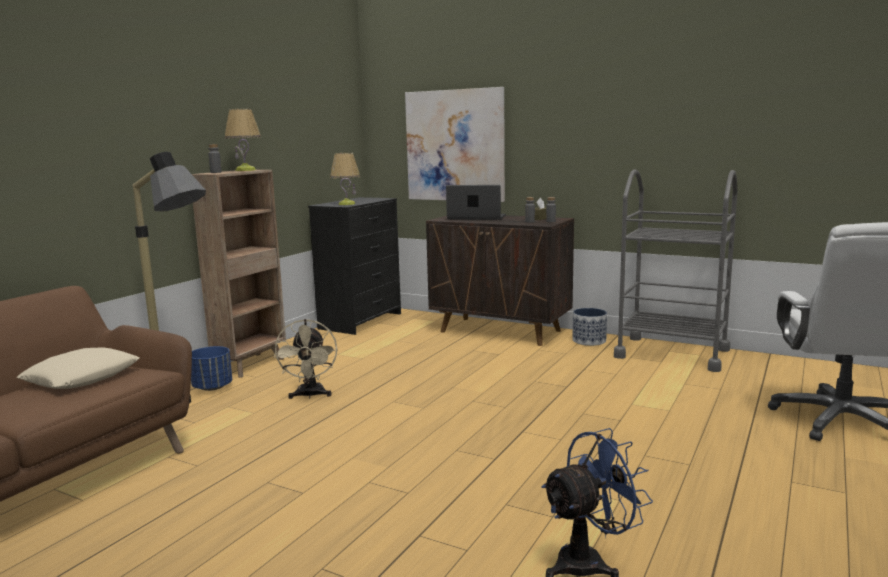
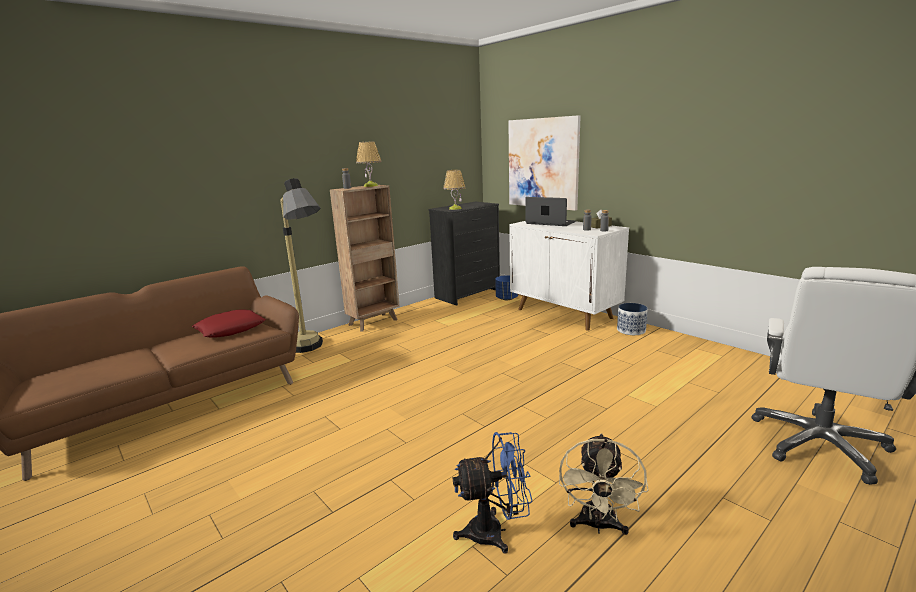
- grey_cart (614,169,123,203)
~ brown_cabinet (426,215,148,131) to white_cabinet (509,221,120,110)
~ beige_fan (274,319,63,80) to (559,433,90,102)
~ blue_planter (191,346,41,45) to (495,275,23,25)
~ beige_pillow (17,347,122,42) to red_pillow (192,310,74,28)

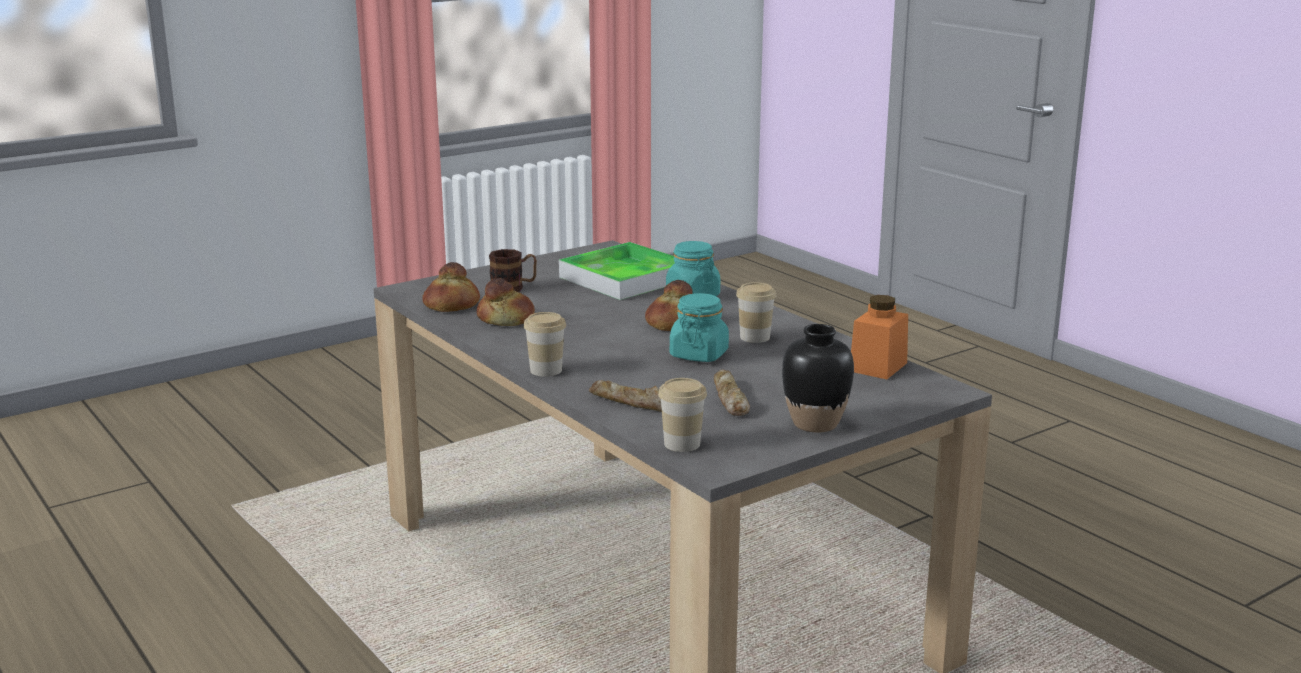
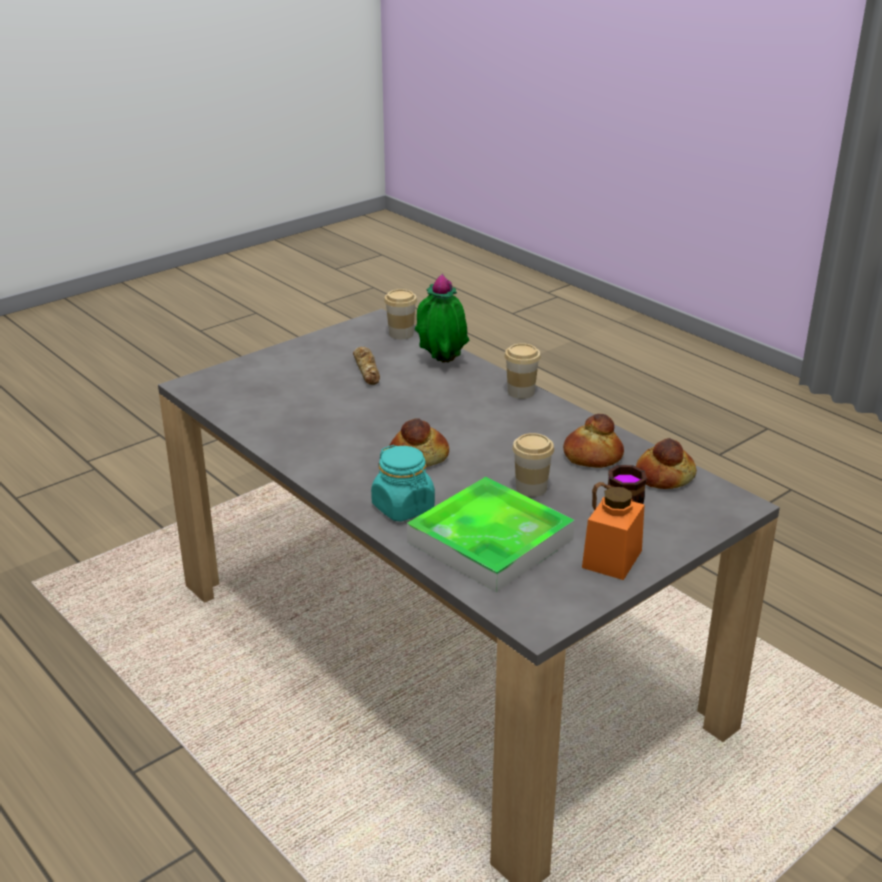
~ cup (736,282,40,61) to (512,433,42,64)
- turquoise_jar (670,293,59,69)
~ orange_jar (851,295,57,84) to (582,487,63,93)
- black_vase (782,324,72,109)
~ bread (589,380,73,32) to potted_plant (415,273,54,90)

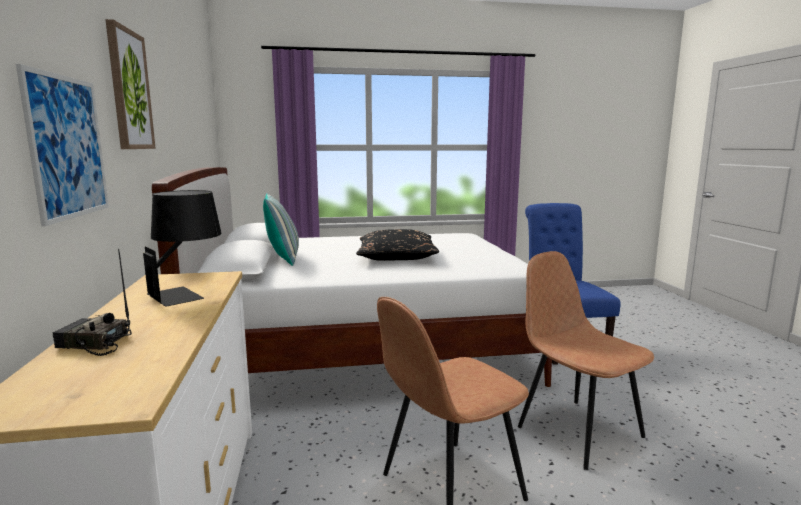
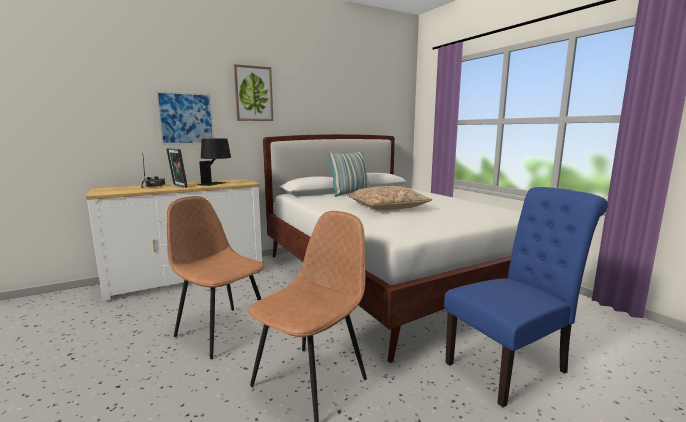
~ black_pillow (356,229,83,32) to beige_pillow (347,186,85,24)
+ picture_frame (166,148,22,40)

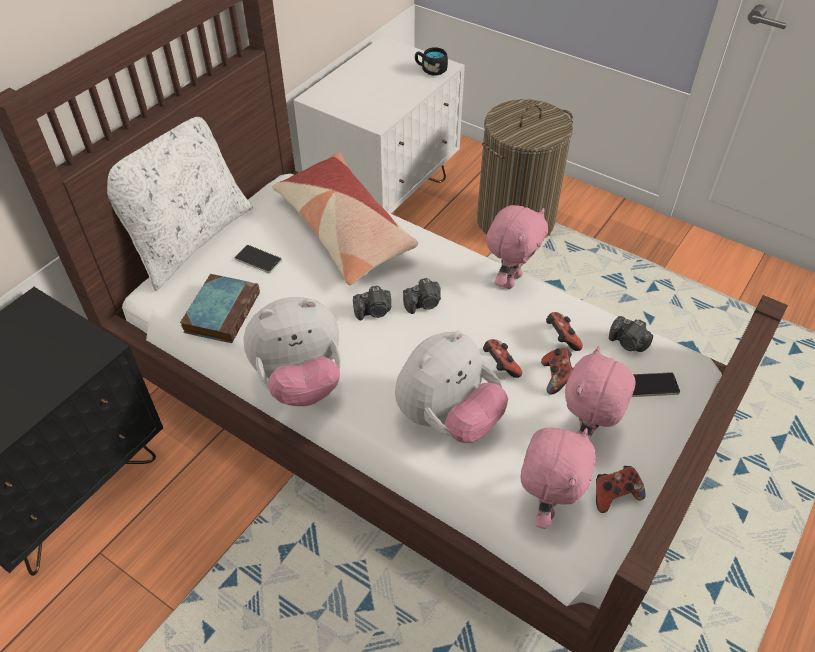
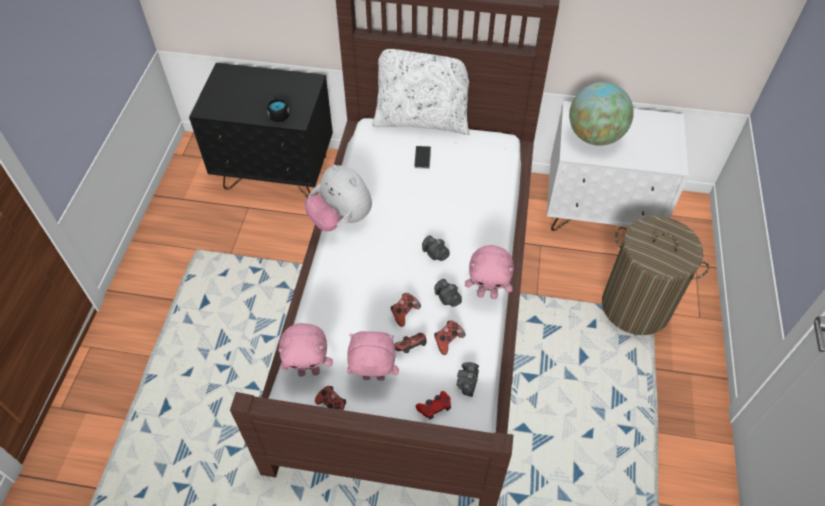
~ black_mug (415,47,33,28) to (267,95,22,27)
- pillow (272,152,146,133)
- book (180,274,80,69)
~ photo_camera (353,286,38,34) to (434,279,28,28)
- plush_toy (395,331,113,112)
~ phone (632,372,48,25) to red_game_controller (416,391,35,29)
+ globe (569,82,65,64)

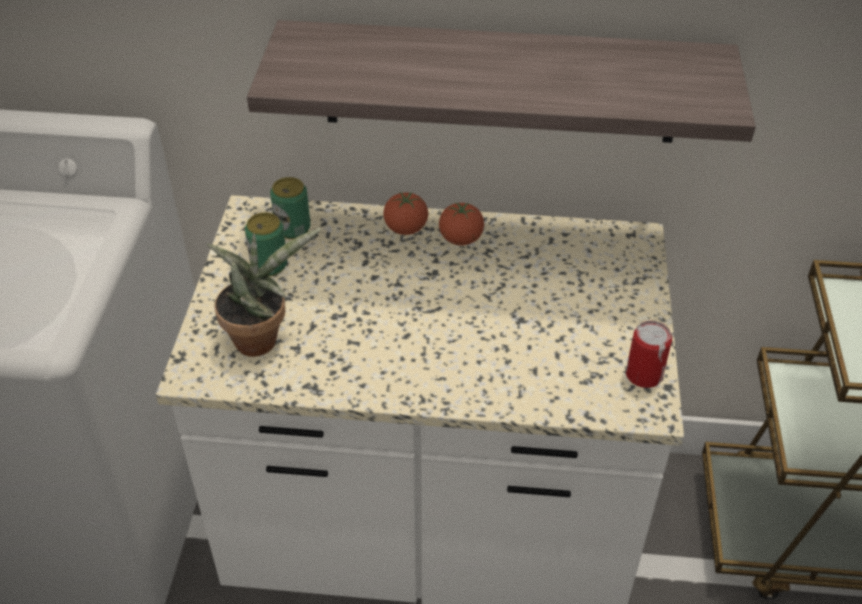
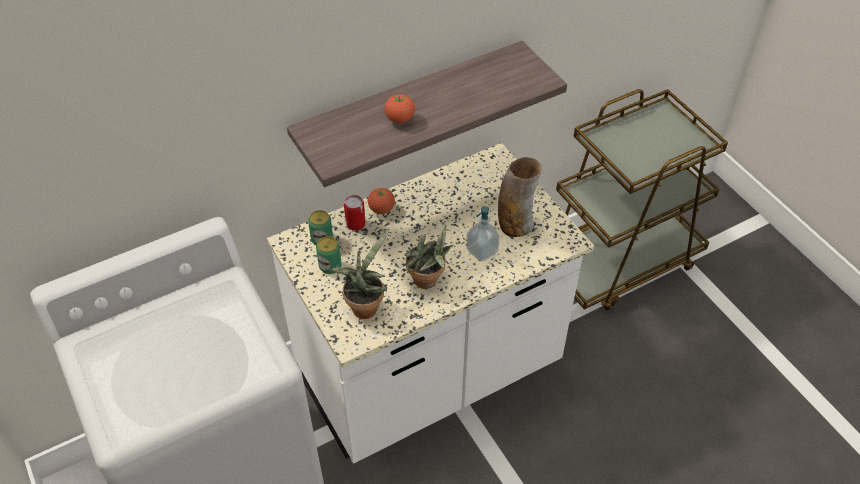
~ tomato (439,203,45,43) to (385,94,30,29)
~ can (626,321,46,67) to (344,195,22,36)
+ vase (498,157,44,80)
+ soap_dispenser (466,206,34,55)
+ potted_plant (404,224,49,65)

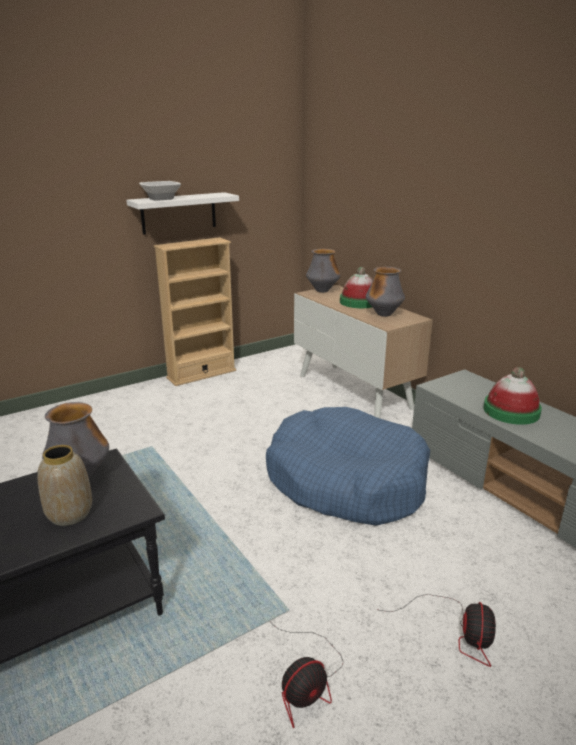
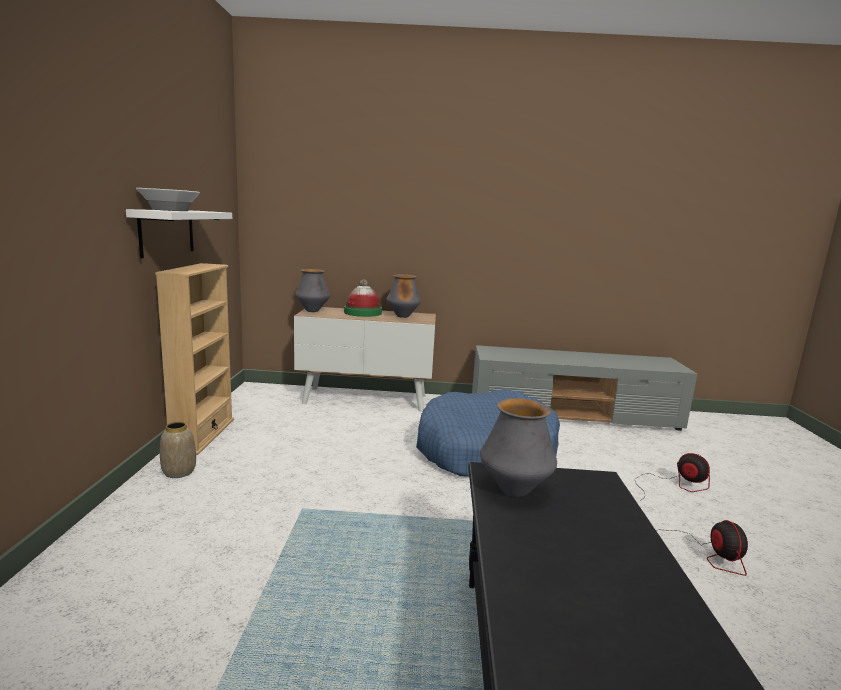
- hat (483,367,59,58)
~ vase (38,445,54,81) to (160,422,36,56)

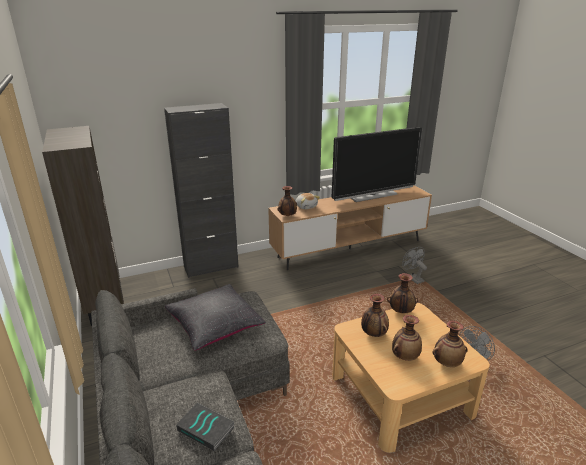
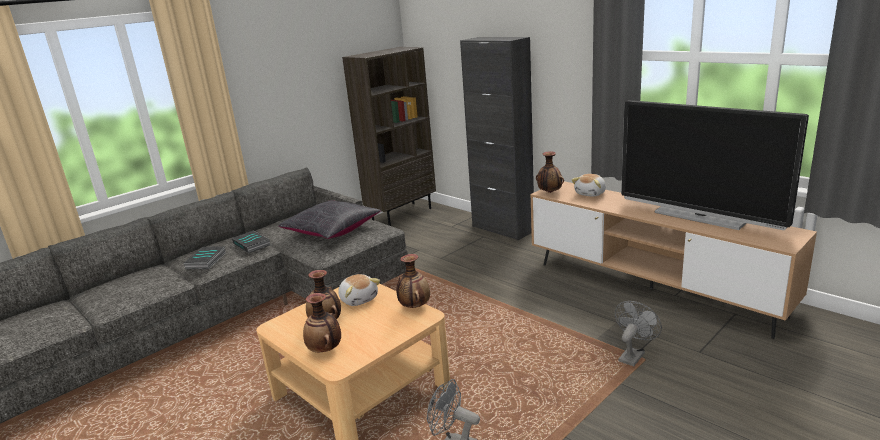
~ vase (361,294,28,43) to plush_toy (338,274,42,32)
+ book (232,230,38,23)

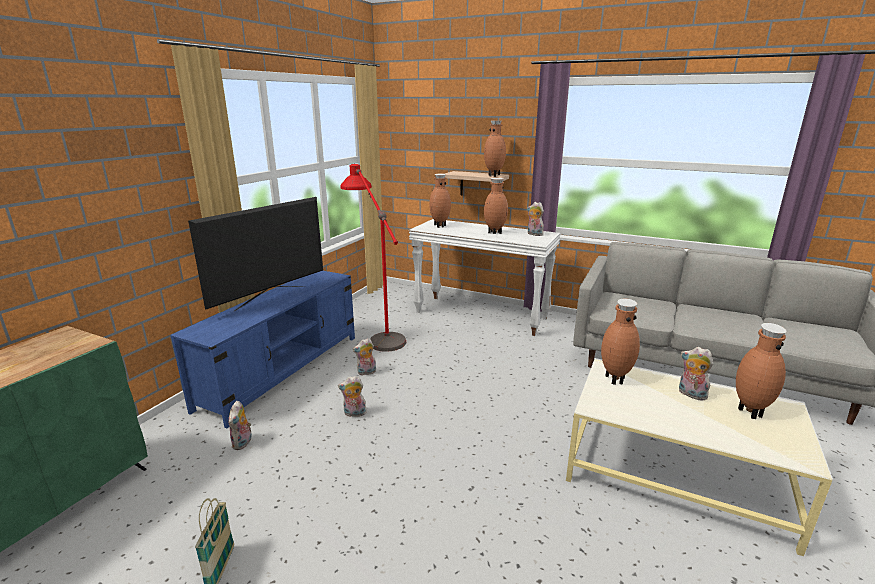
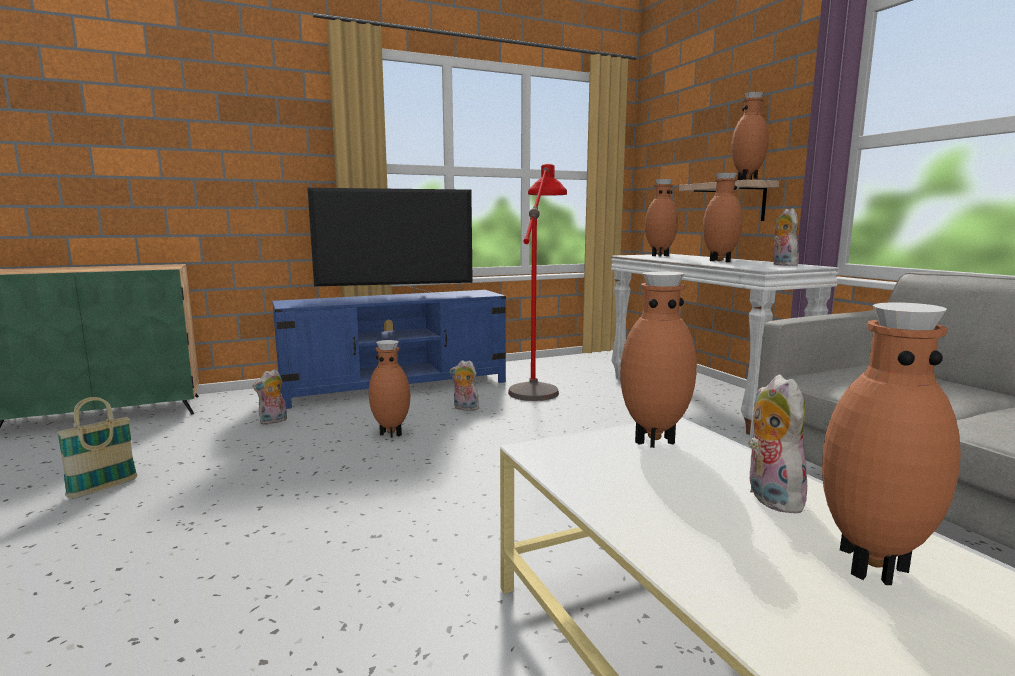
~ plush_toy (338,376,29,41) to brown_vase (369,340,41,98)

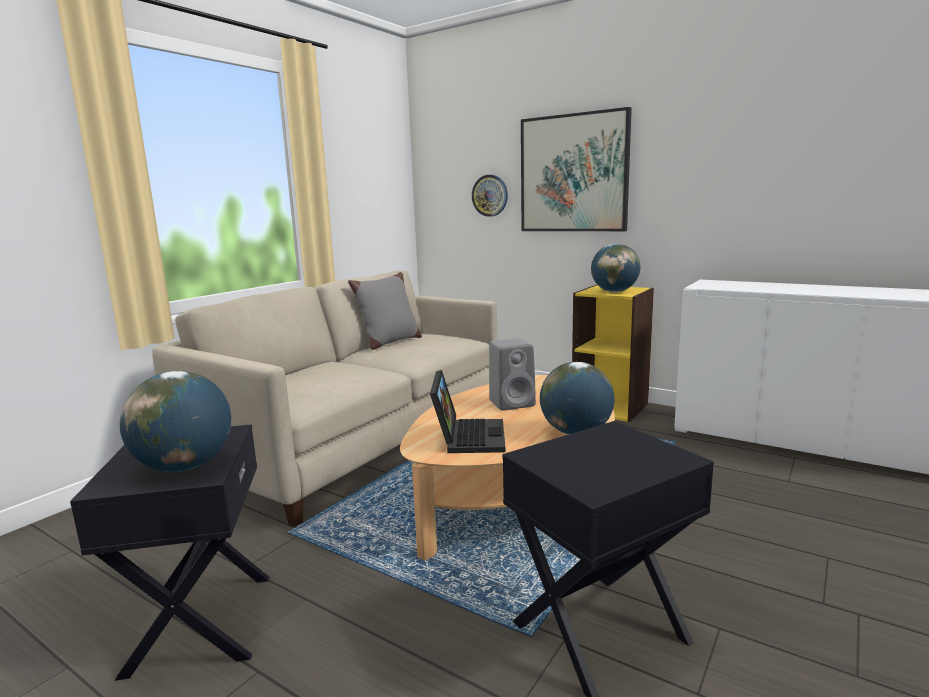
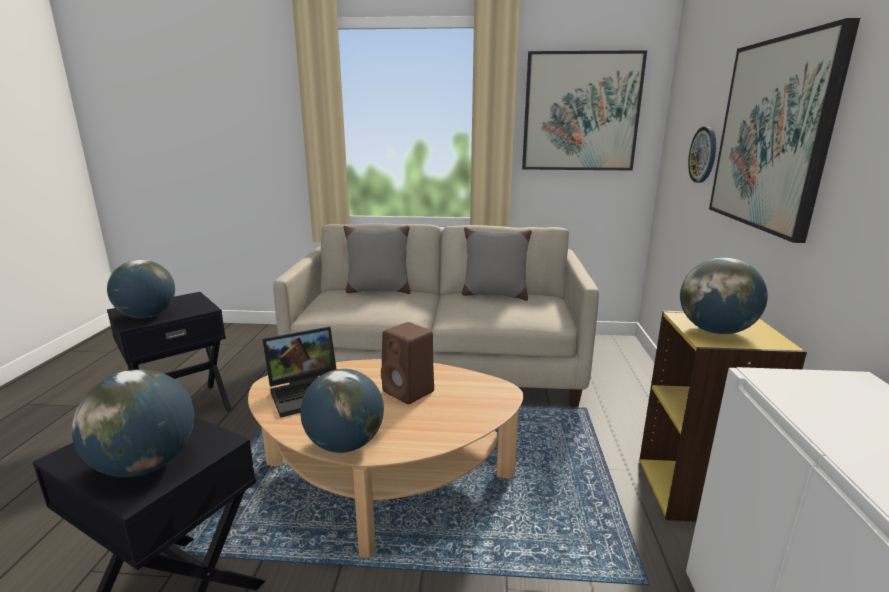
~ grey_speaker (489,338,47,73) to brown_speaker (381,322,53,82)
+ picture (522,50,125,121)
+ grey_pillow (343,225,67,69)
+ globe (72,369,122,108)

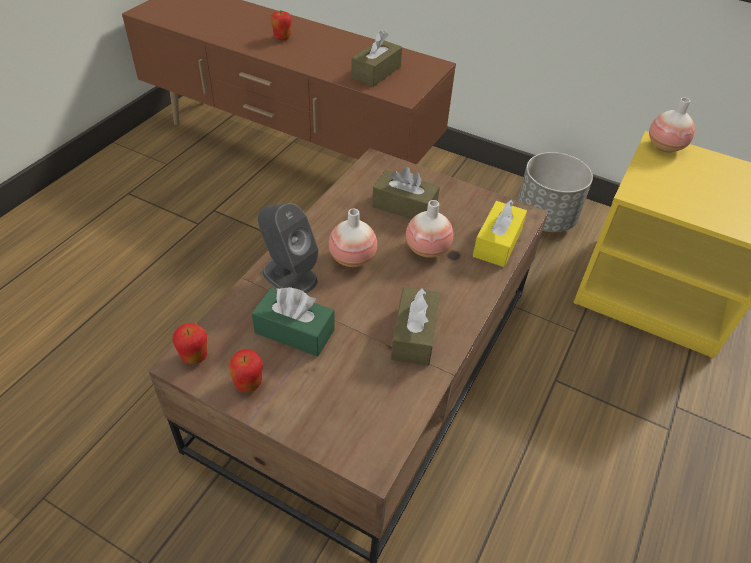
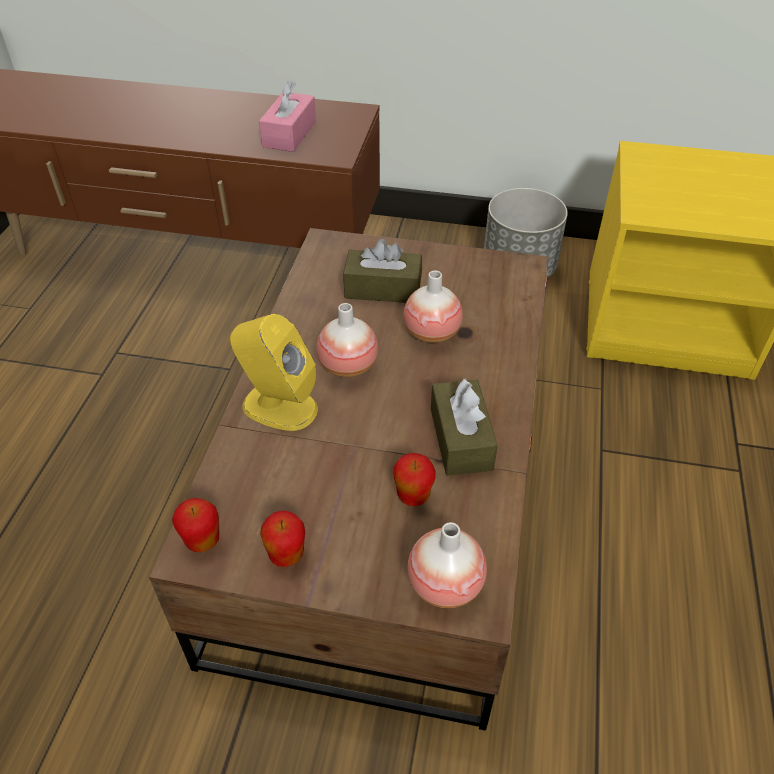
~ apple (271,11,21,29) to (393,453,43,53)
~ brown_tissue_box (351,31,51,56) to pink_tissue_box (259,81,57,71)
~ vase (649,97,46,55) to (407,522,80,86)
- yellow_tissue_box (473,199,54,68)
~ grey_speaker (258,203,61,91) to yellow_speaker (230,314,88,117)
- green_tissue_box (252,287,83,70)

